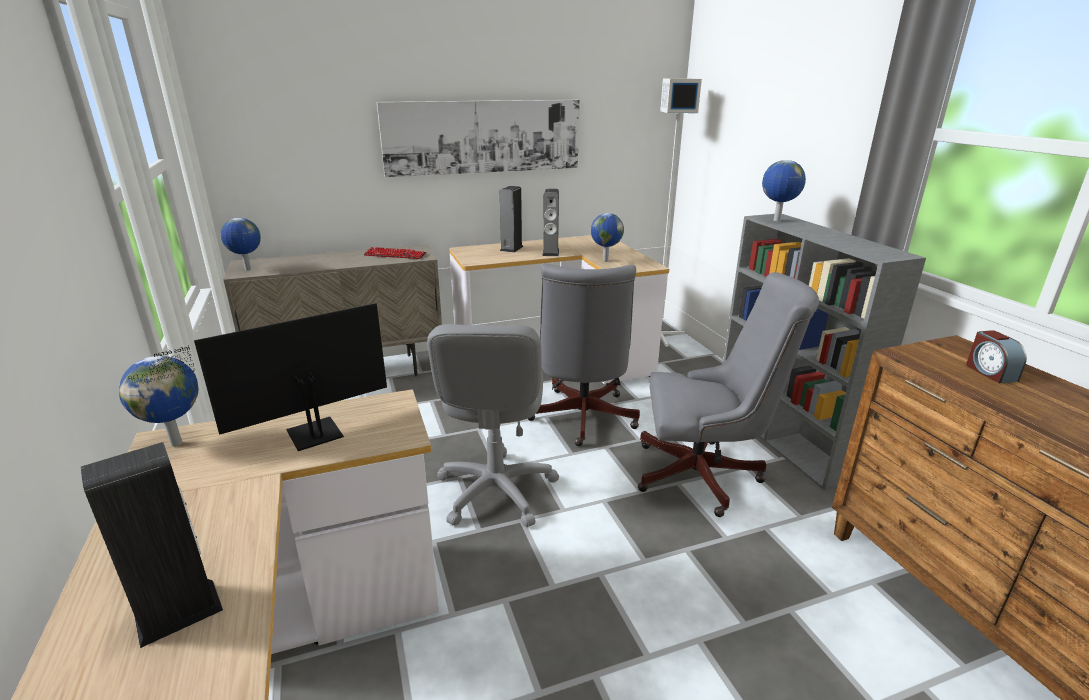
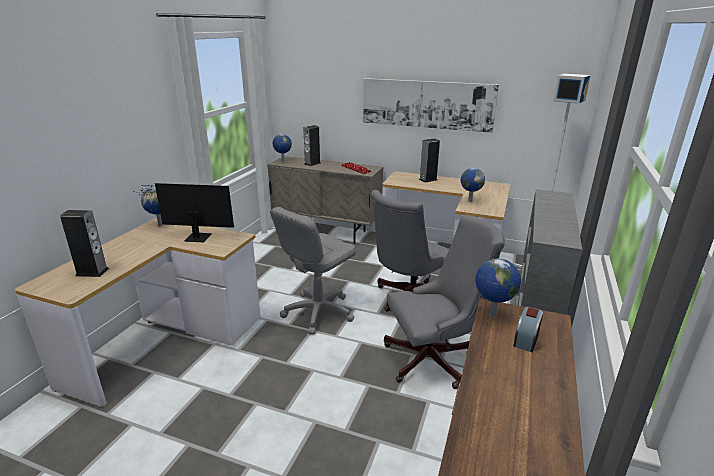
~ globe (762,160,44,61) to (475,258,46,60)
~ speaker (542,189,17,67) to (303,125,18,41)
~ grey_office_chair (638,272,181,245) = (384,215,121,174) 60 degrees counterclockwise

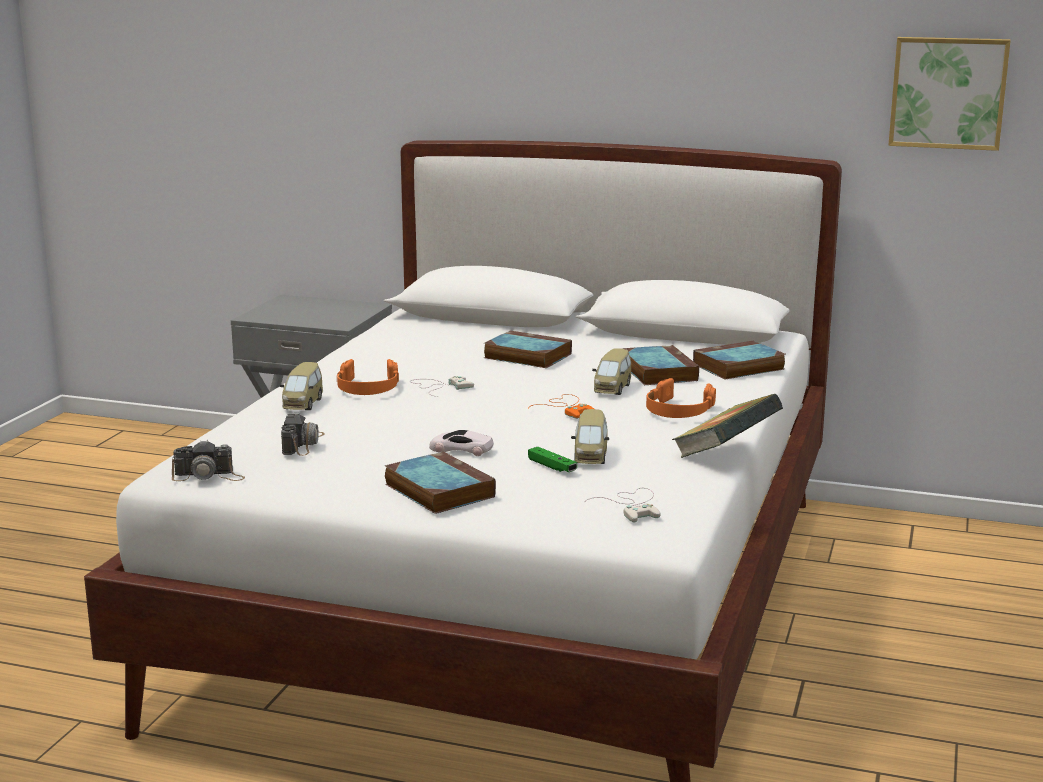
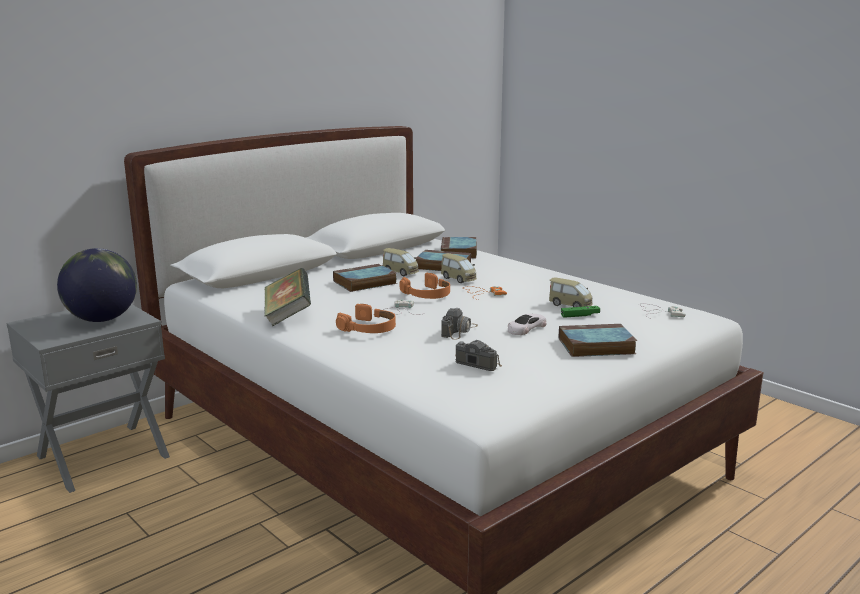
- picture (888,37,123,114)
~ toy_car (280,362,43,48) to (383,248,36,28)
~ orange_headphones (646,378,70,40) to (399,273,51,26)
~ book (672,394,111,64) to (264,268,47,58)
~ photo_camera (172,440,73,41) to (441,308,37,32)
+ globe (57,248,80,74)

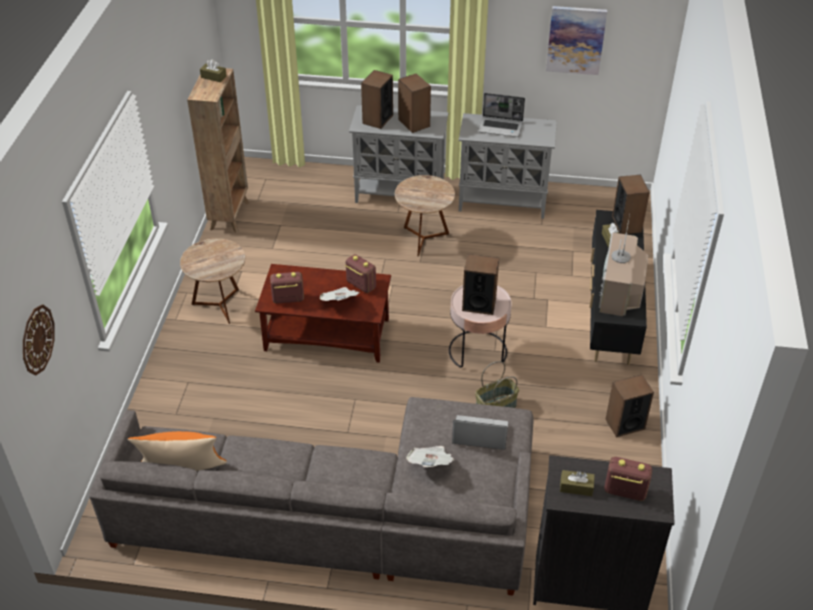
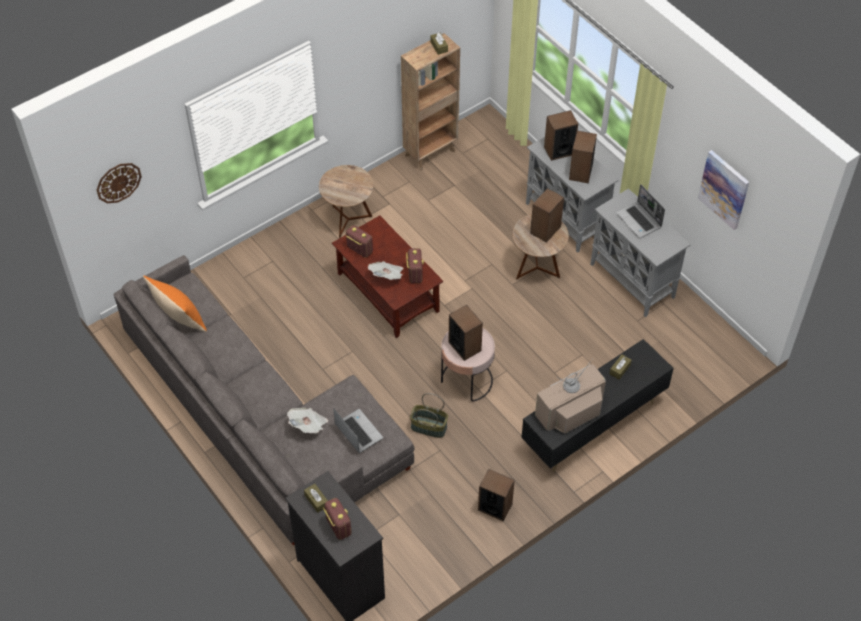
~ speaker (612,175,38,59) to (530,188,34,55)

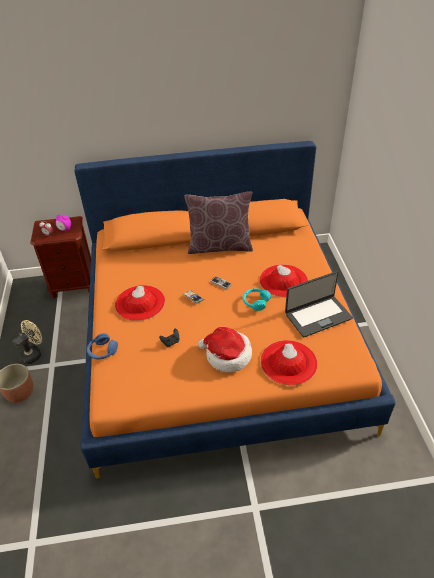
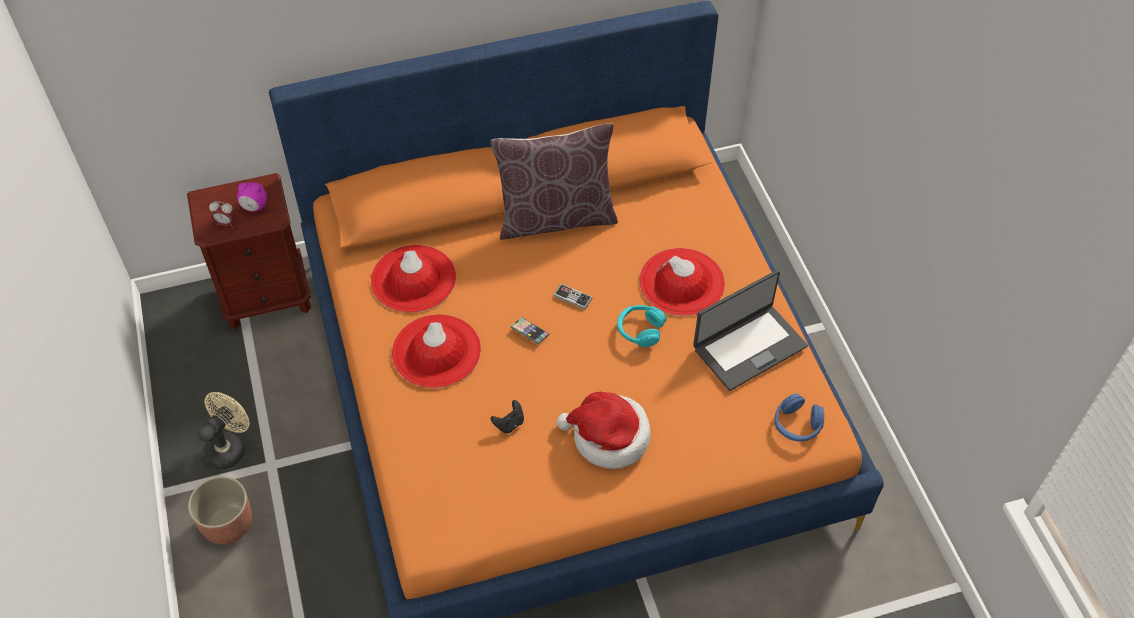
~ blue_headphones (87,333,31,26) to (775,393,49,49)
~ red_hat (260,340,57,45) to (371,245,85,68)

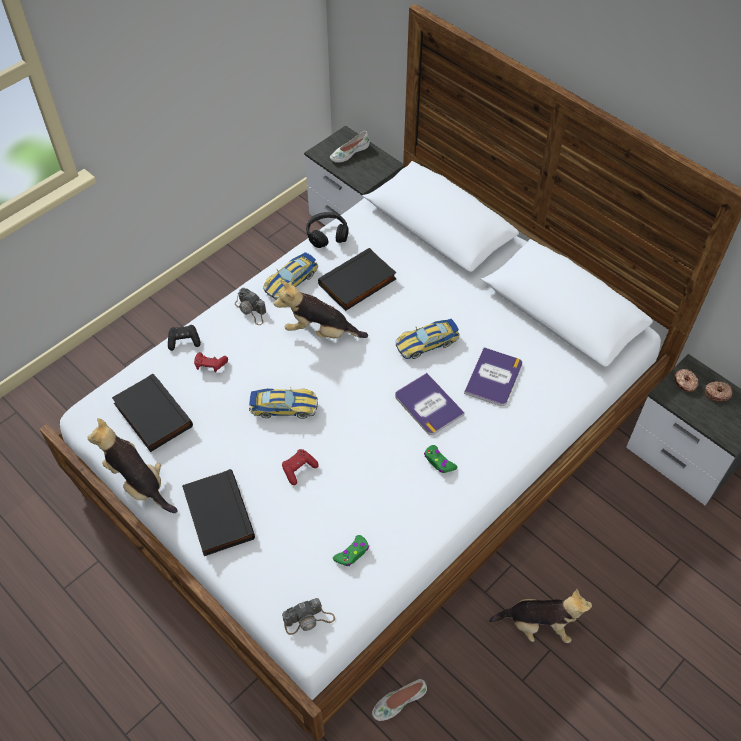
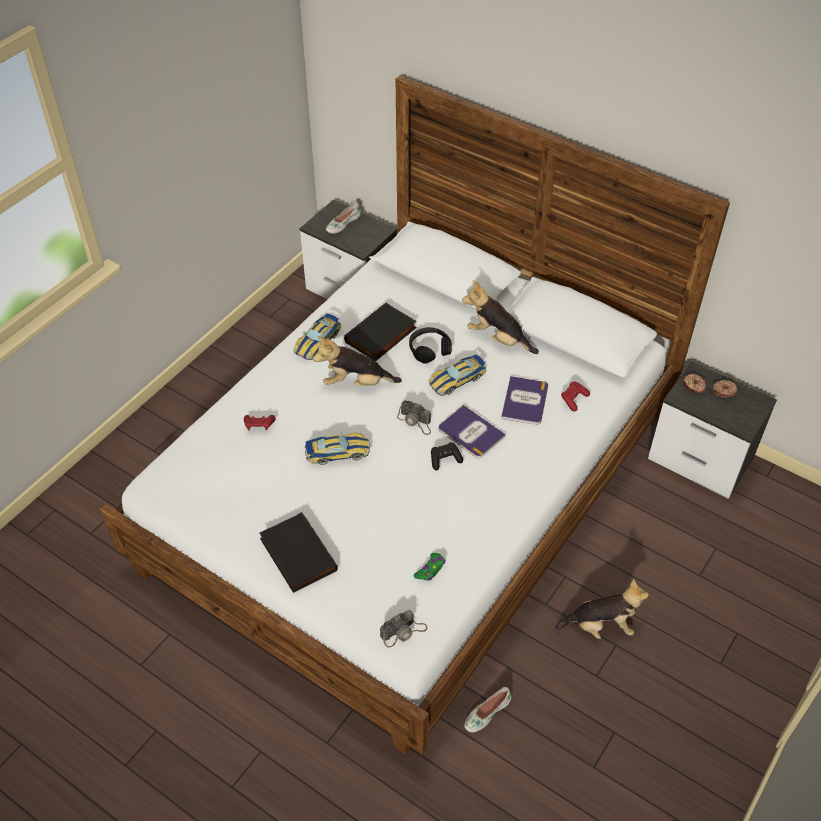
~ black_headphones (306,212,43,36) to (409,327,43,36)
~ photo_camera (235,288,31,37) to (397,400,34,35)
~ black_game_controller (168,325,33,26) to (431,442,32,28)
- black_book (112,374,81,78)
~ plush_toy (87,418,91,95) to (462,281,77,73)
- green_game_controller (424,445,34,28)
~ red_game_controller (282,449,37,36) to (561,382,29,29)

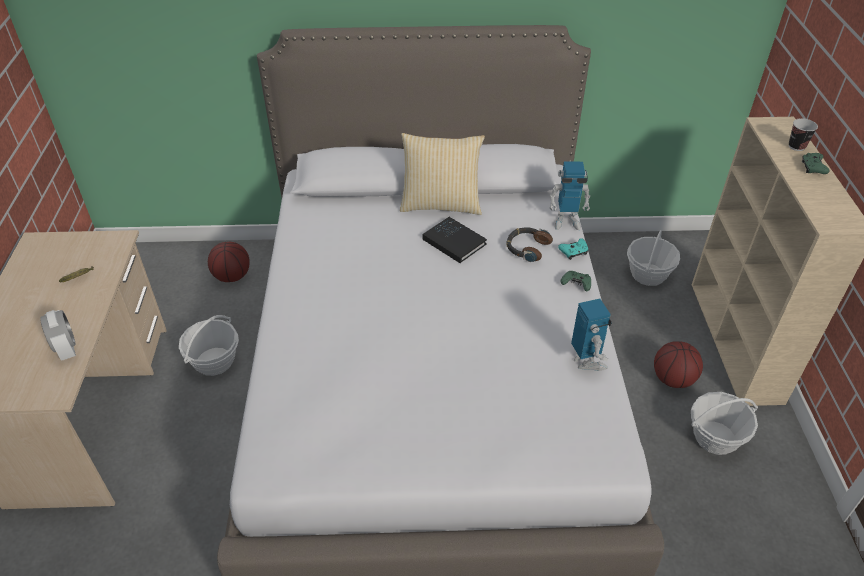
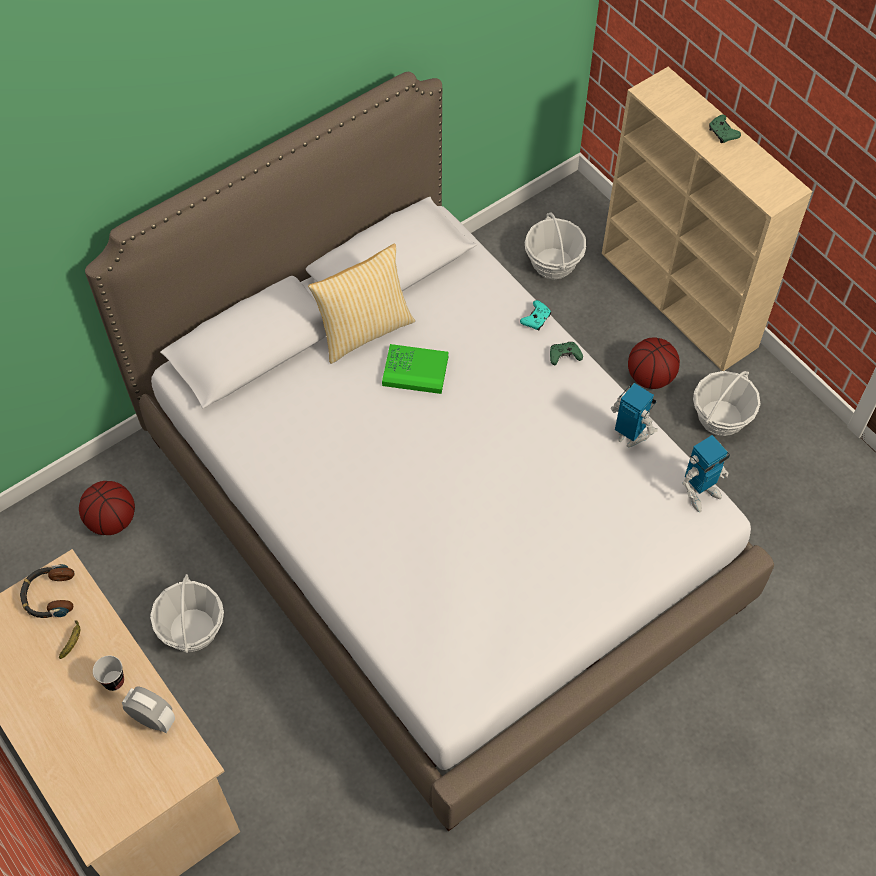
~ cup (789,118,29,33) to (93,656,31,35)
~ toy_robot (549,161,41,69) to (682,435,48,77)
~ black_book (422,217,65,46) to green_book (382,344,67,50)
~ headphones (506,228,47,34) to (20,564,54,54)

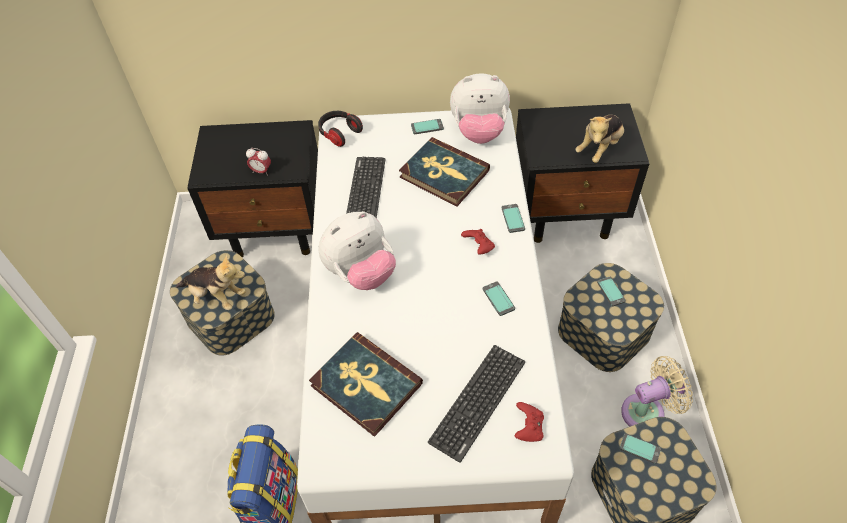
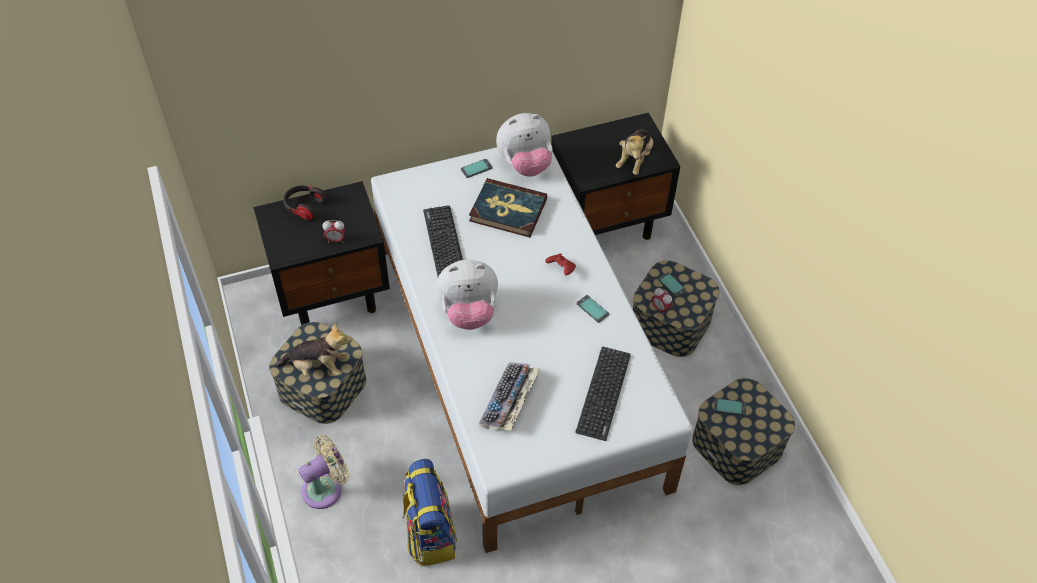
~ headphones (318,111,45,36) to (283,185,44,35)
- phone (502,204,23,29)
~ plush_toy (318,211,78,79) = (436,260,62,70) 45 degrees clockwise
~ book (309,332,114,105) to keyboard (478,362,62,69)
~ beige_fan (621,356,72,71) to (299,435,50,74)
- red_game_controller (514,402,30,40)
+ alarm_clock (652,288,20,27)

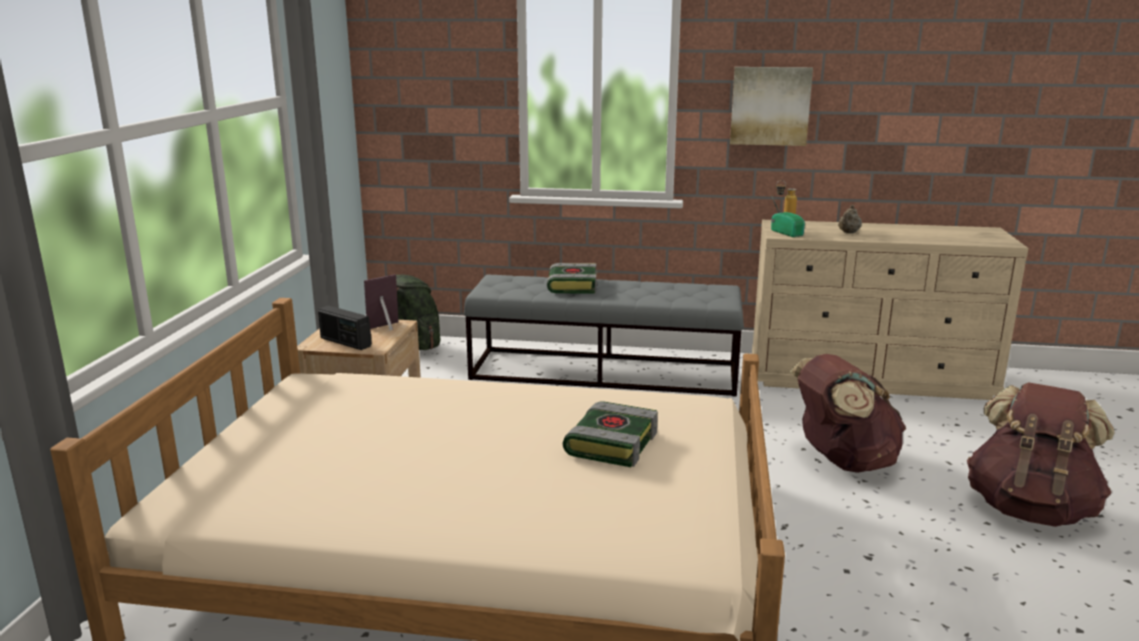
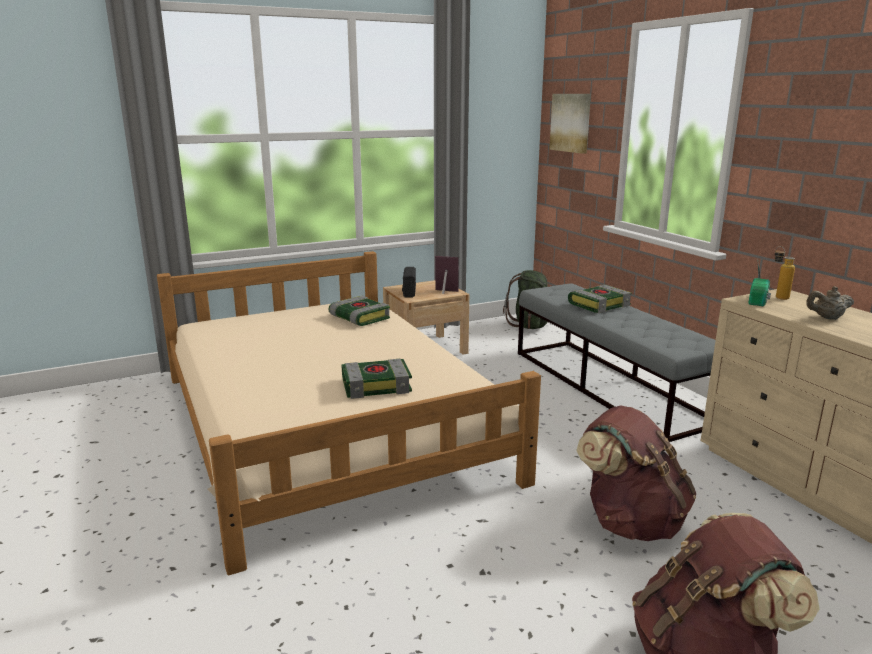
~ picture (730,67,83,79) to (549,94,42,60)
+ book (328,296,62,30)

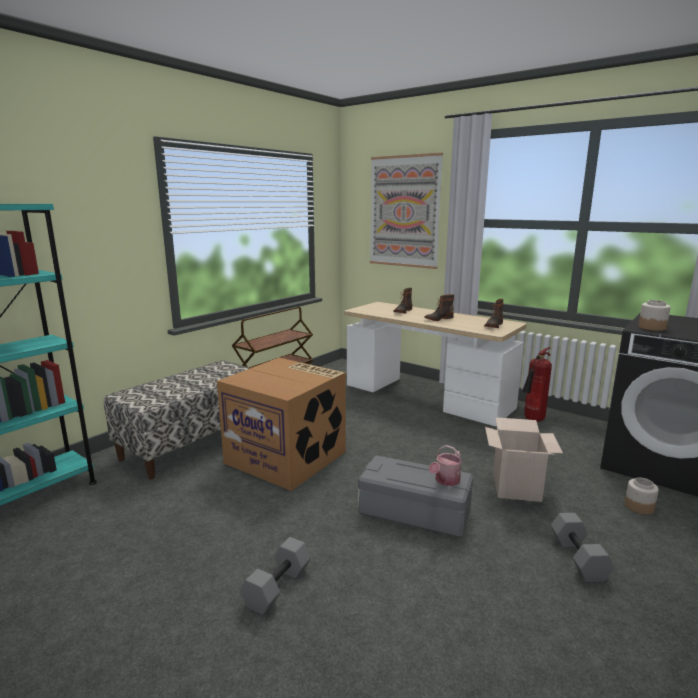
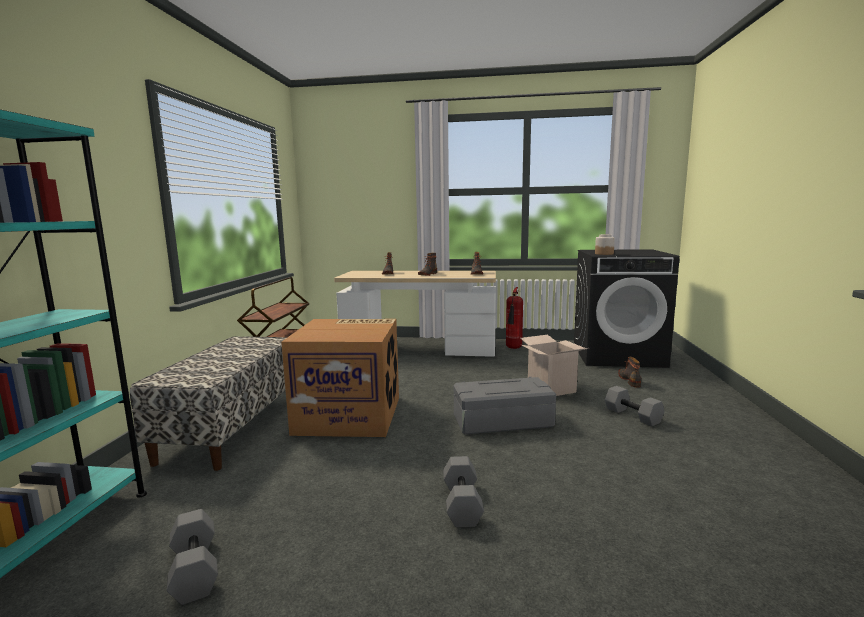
- picture (370,153,73,116)
- watering_can (429,445,33,41)
~ jar (625,477,34,38) to boot (618,357,23,30)
+ grey_dumbbell (167,509,51,96)

